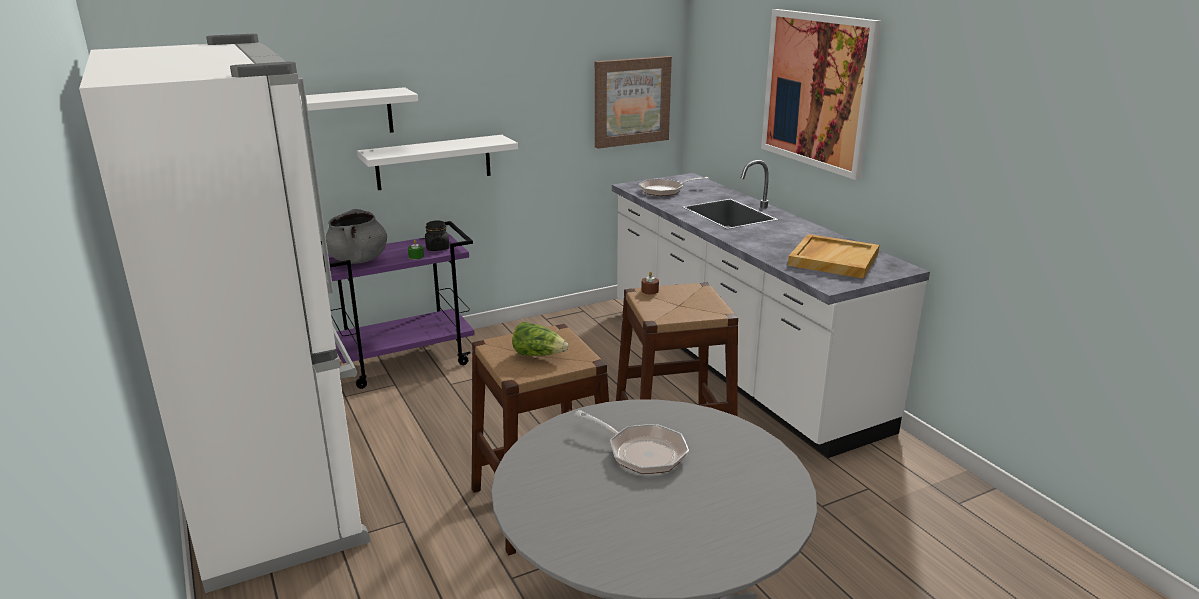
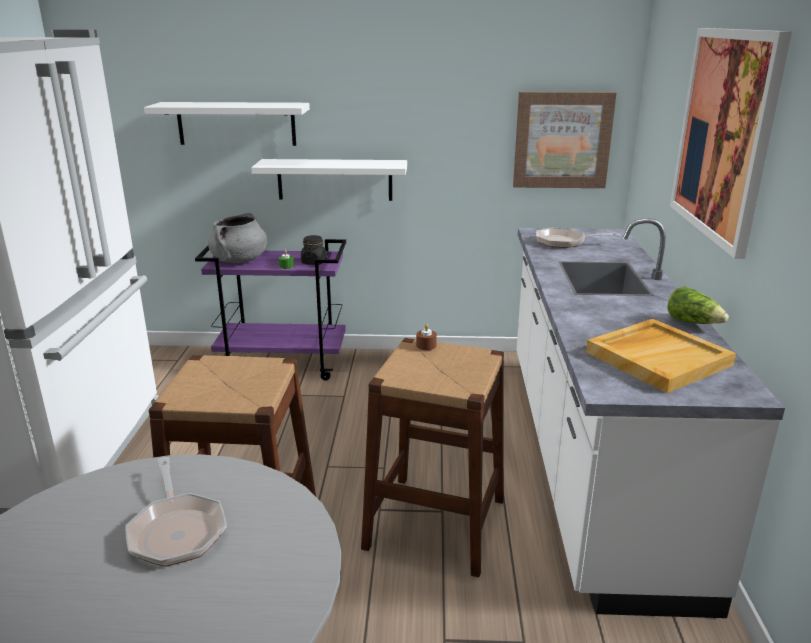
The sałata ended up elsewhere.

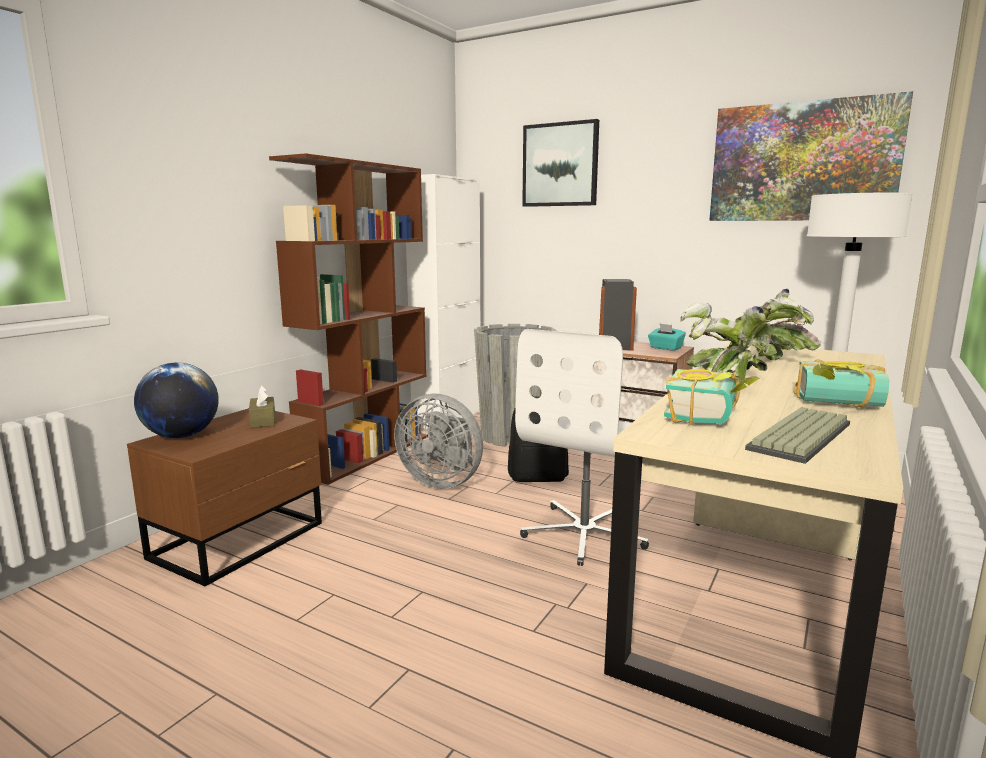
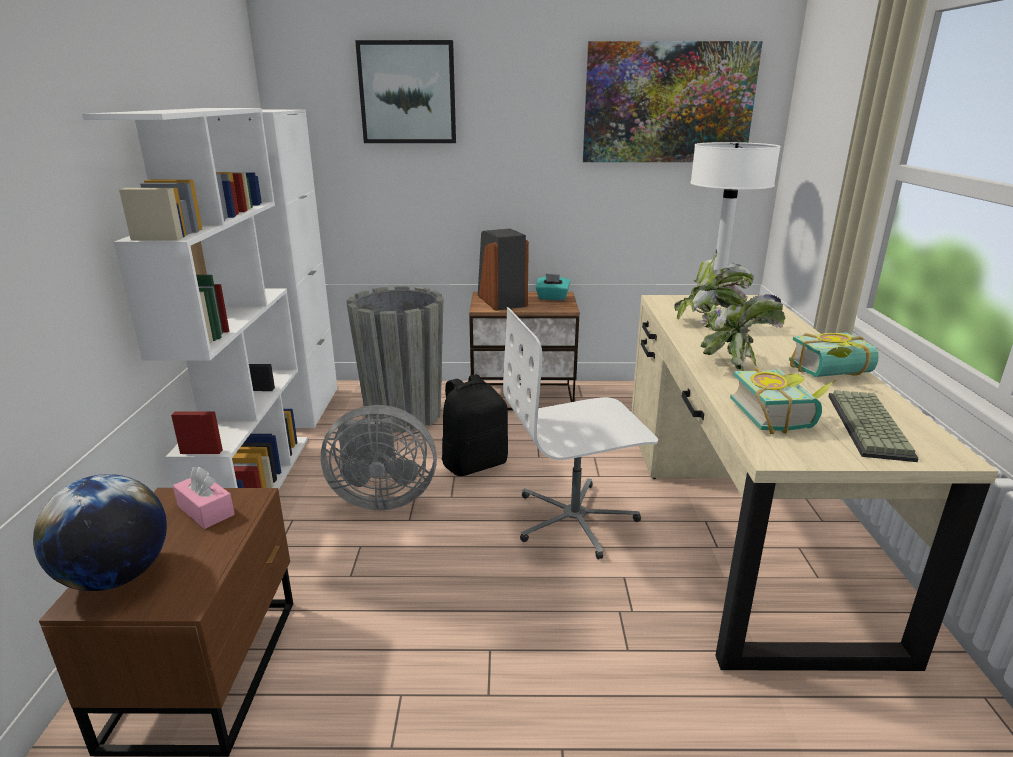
What was the regał [brązowy] turned into the regał [biały]. What was the pudełko chusteczek [brązowy] turned into the pudełko chusteczek [różowy]. The krzesło biurowe [biały] ended up facing another way, 75 degrees clockwise from before.

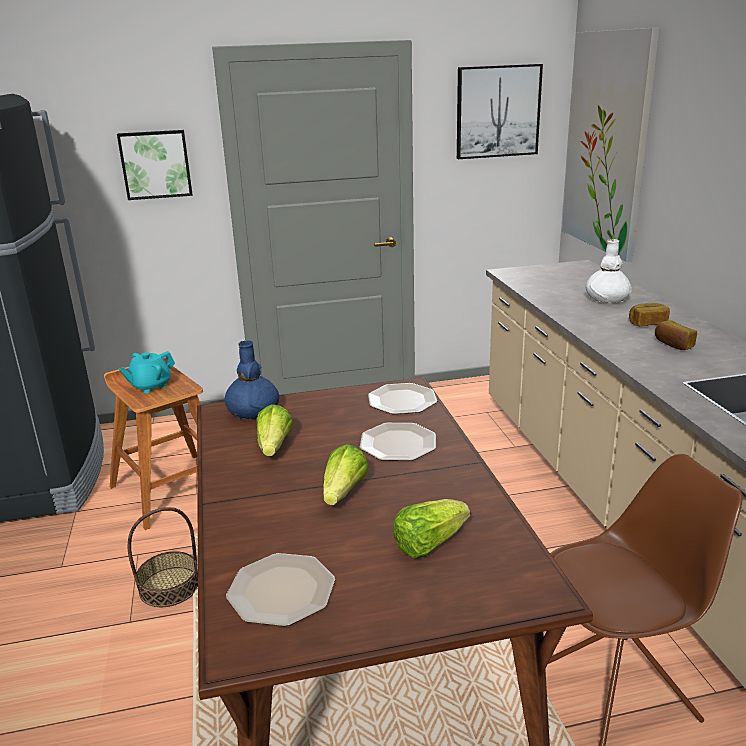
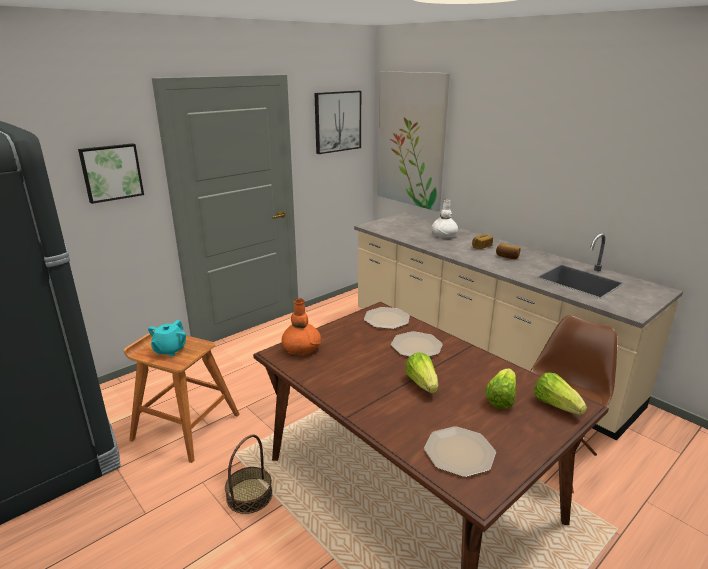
What was the wazon [niebieski] turned into the wazon [pomarańczowy]. The sałata (1st from left in the first image) ended up elsewhere.

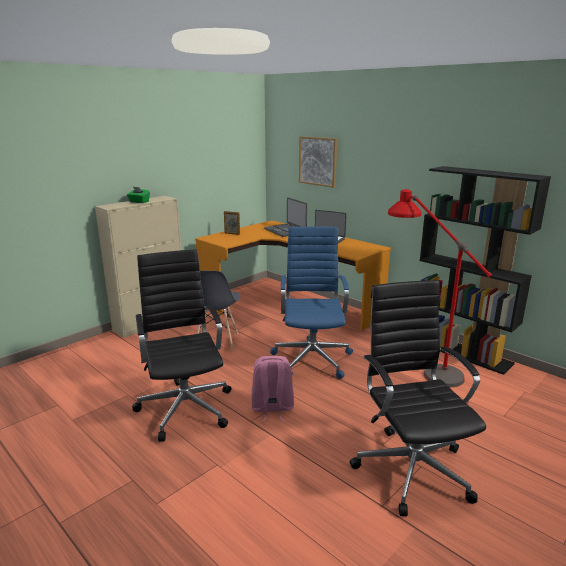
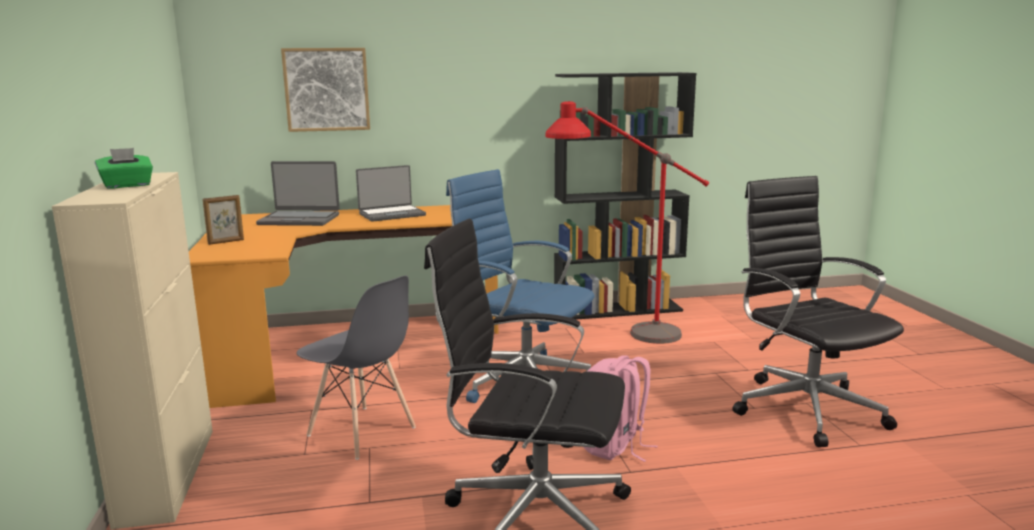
The krzesło biurowe [czarny] (2nd from left) ended up facing another way, 45 degrees clockwise from before.

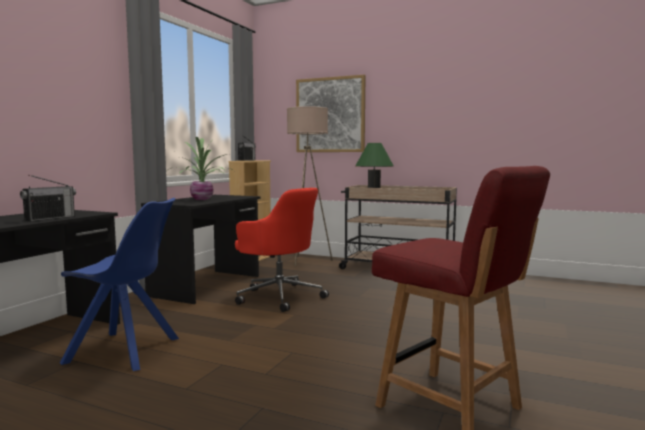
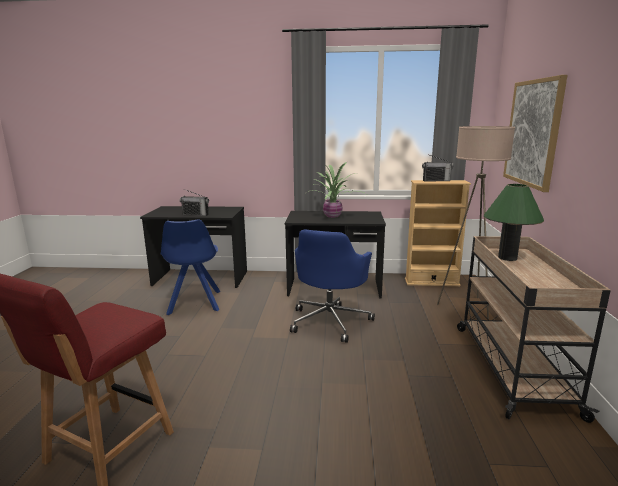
What was the krzesło biurowe [czerwony] turned into the krzesło biurowe [niebieski].

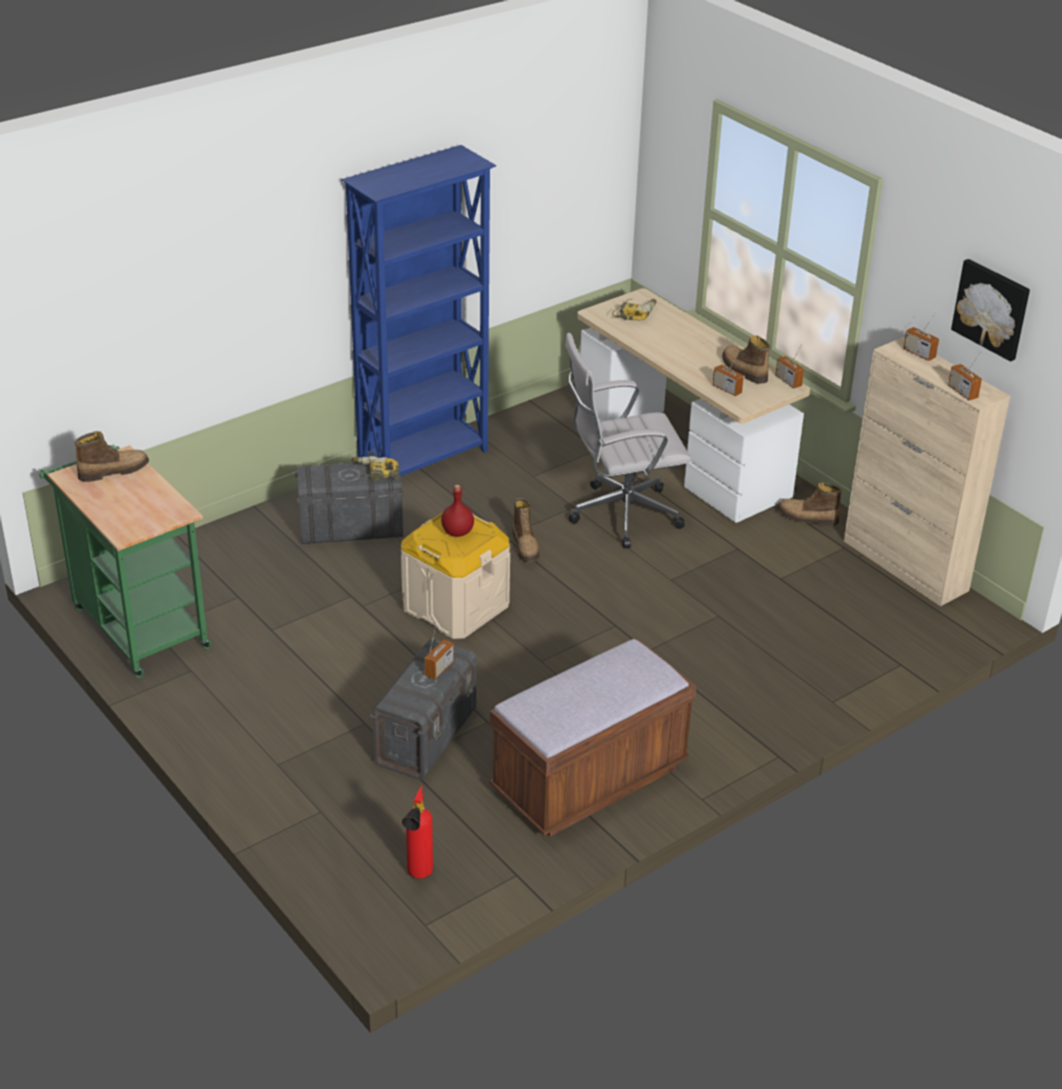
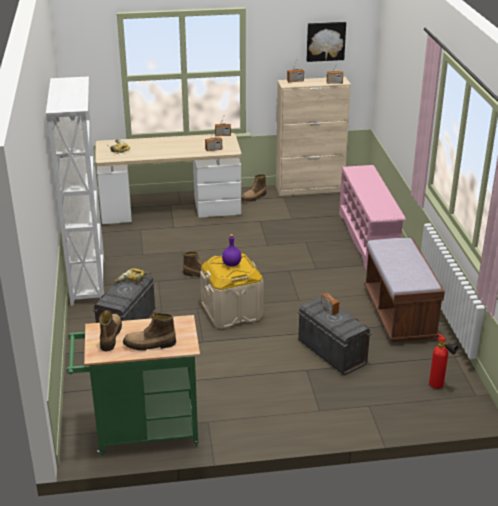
What was the regał [niebieski] turned into the regał [biały]. The but z cholewką (3rd from left in the first image) ended up elsewhere. What was the butelka [czerwony] turned into the butelka [fioletowy]. The second view gained the regał na buty [różowy]. The second view lost the krzesło biurowe [biały].

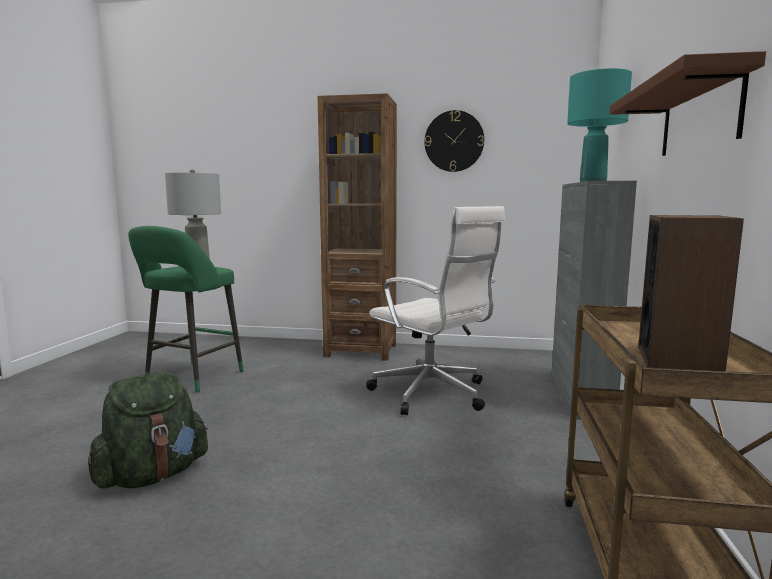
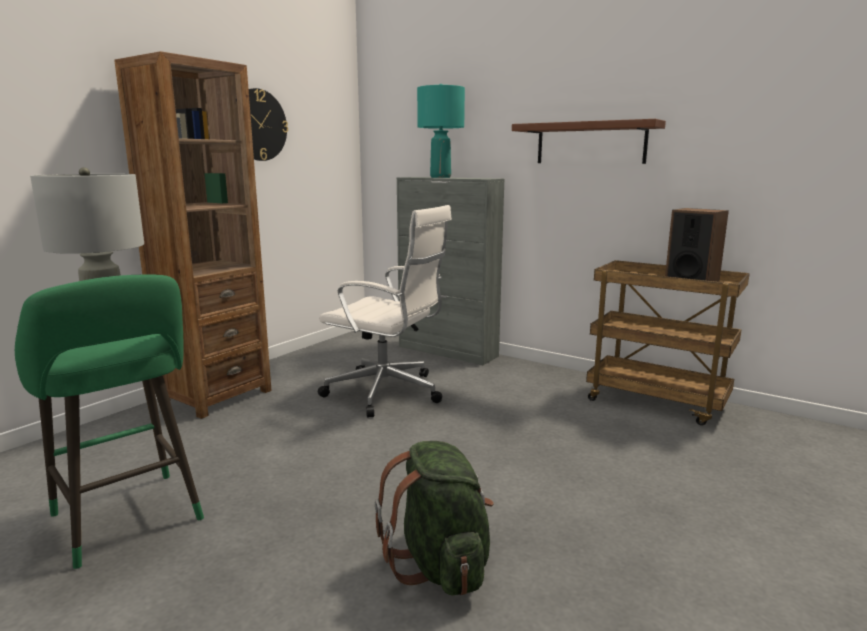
The krzesło biurowe [biały] ended up facing another way, 45 degrees clockwise from before.

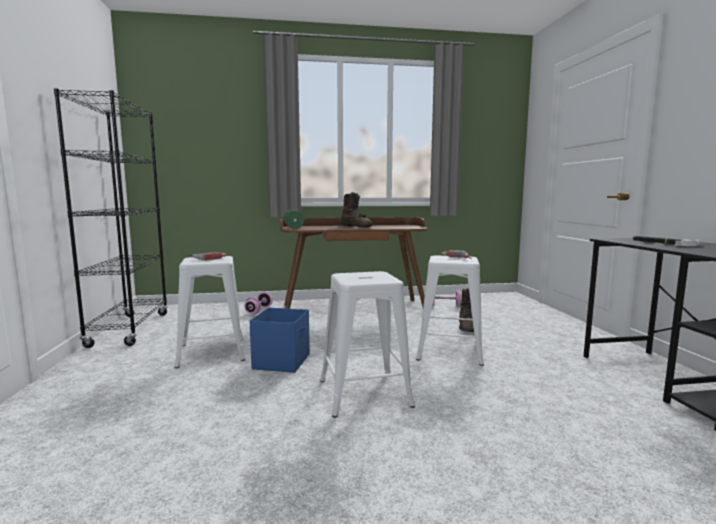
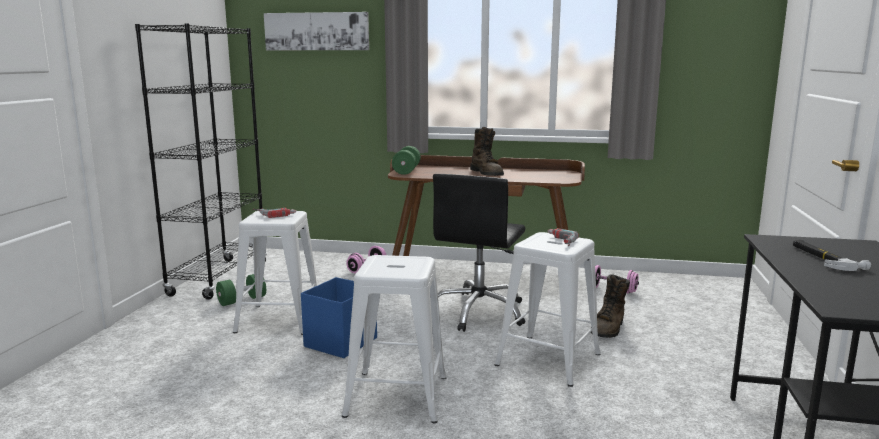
The second view gained the hantel [zielony] (1st from left). The second view gained the obraz. The second view gained the krzesło biurowe [czarny].

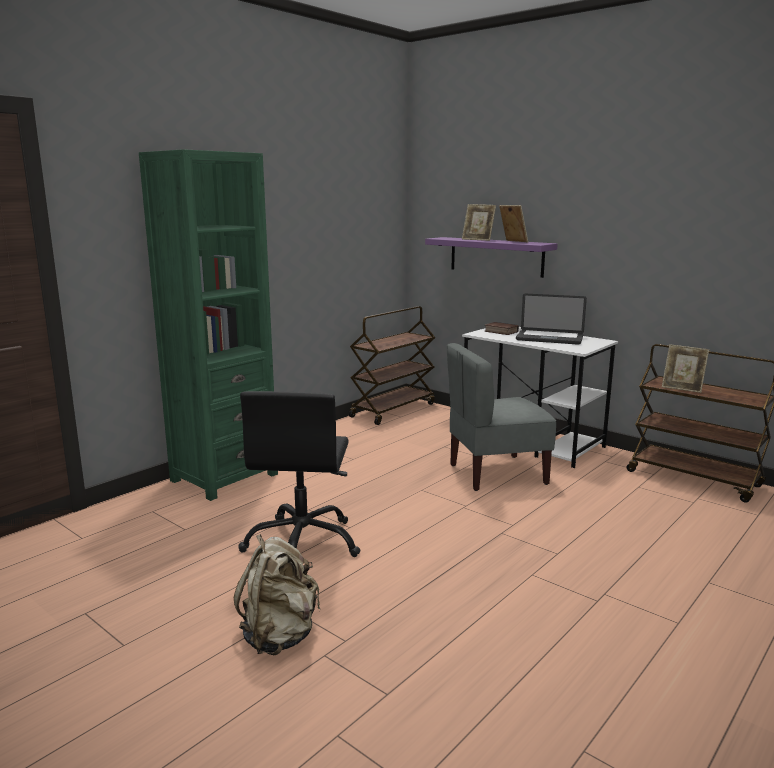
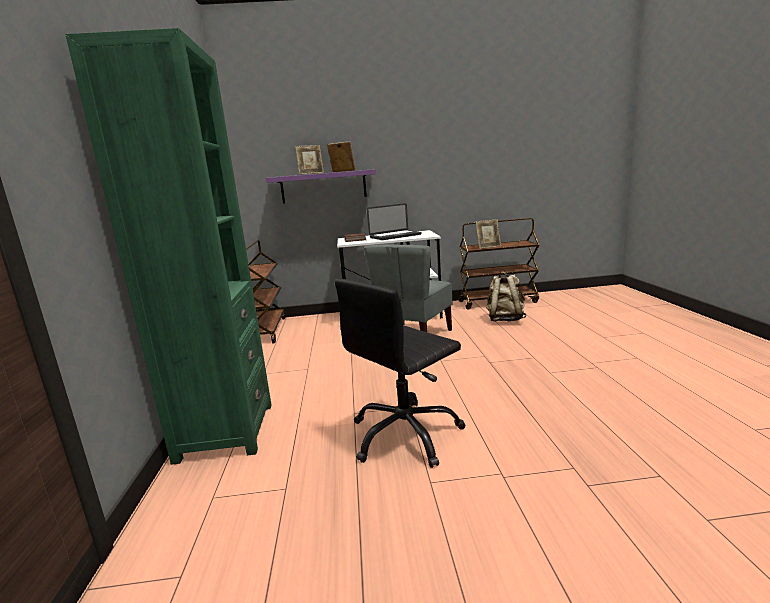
The krzesło biurowe [czarny] ended up facing another way, 90 degrees clockwise from before. The plecak [beżowy] ended up elsewhere.

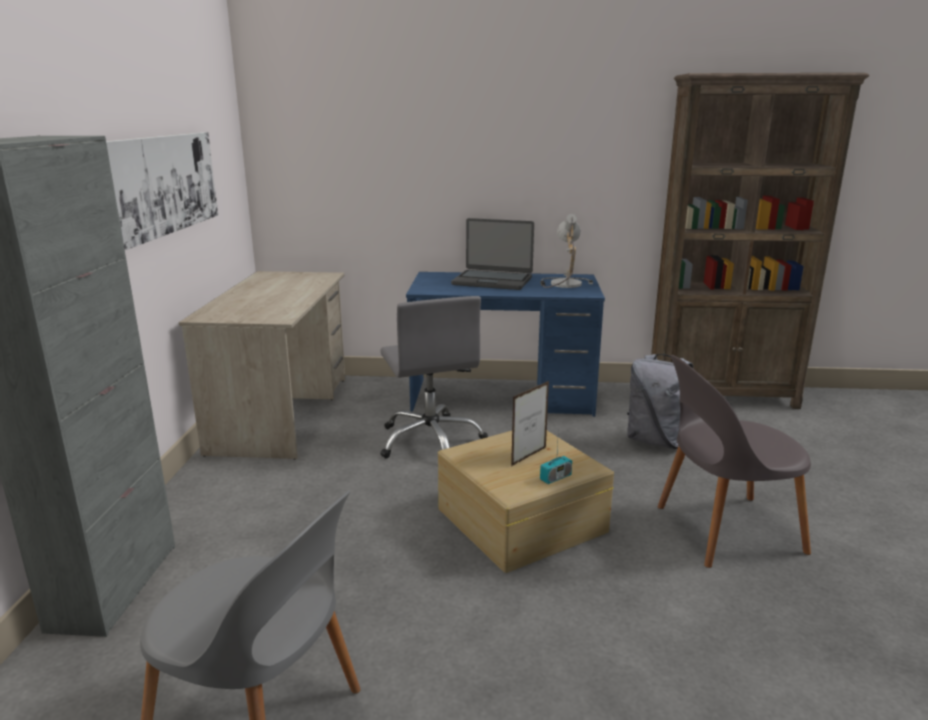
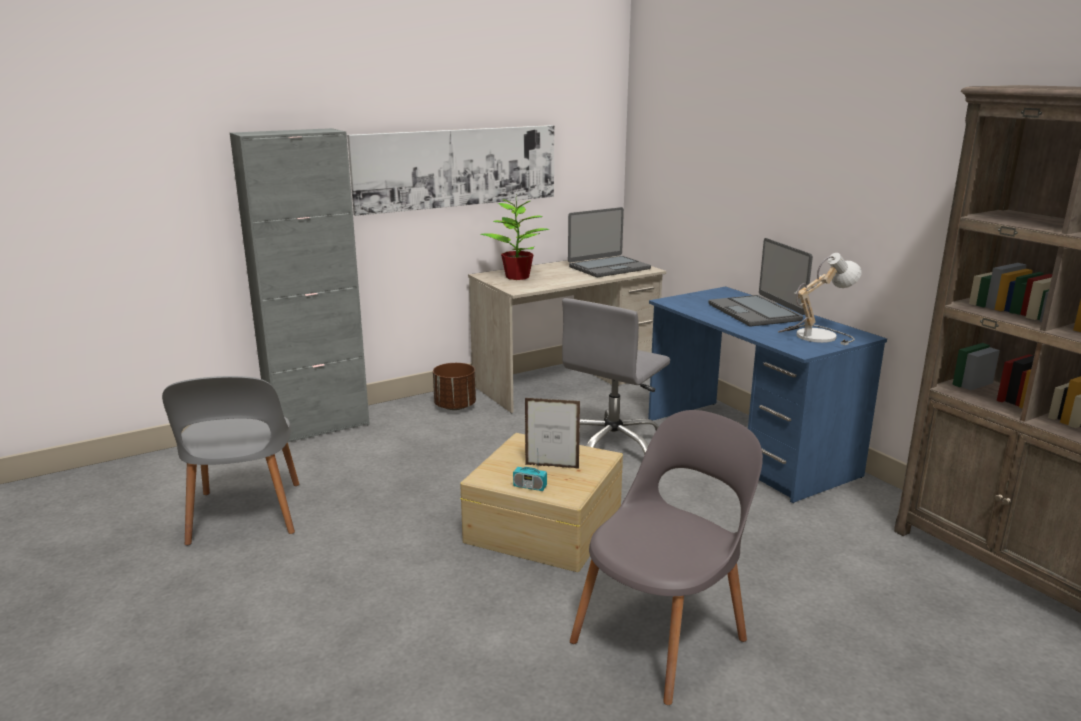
The second view gained the donica [brązowy]. The second view gained the roślina doniczkowa. The second view gained the laptop (1st from left). The krzesło [szary] (2nd from left) ended up facing another way, 90 degrees clockwise from before. The second view lost the plecak [szary].

